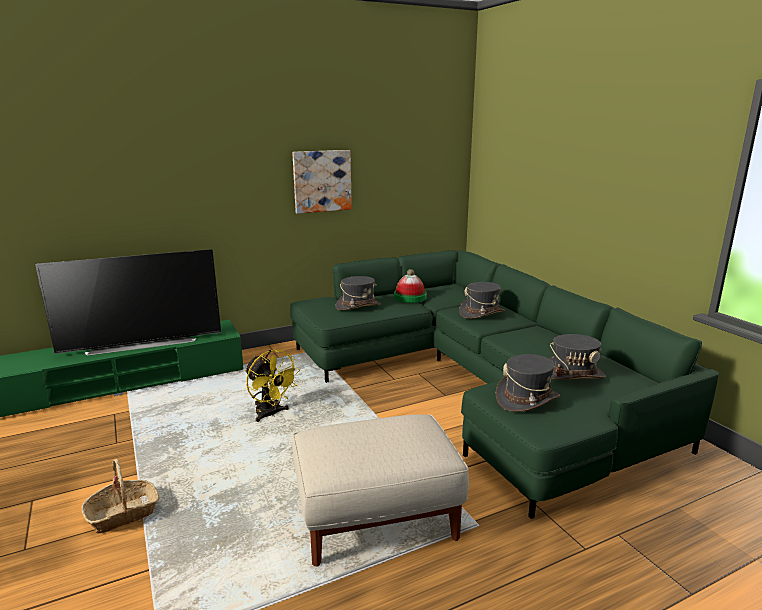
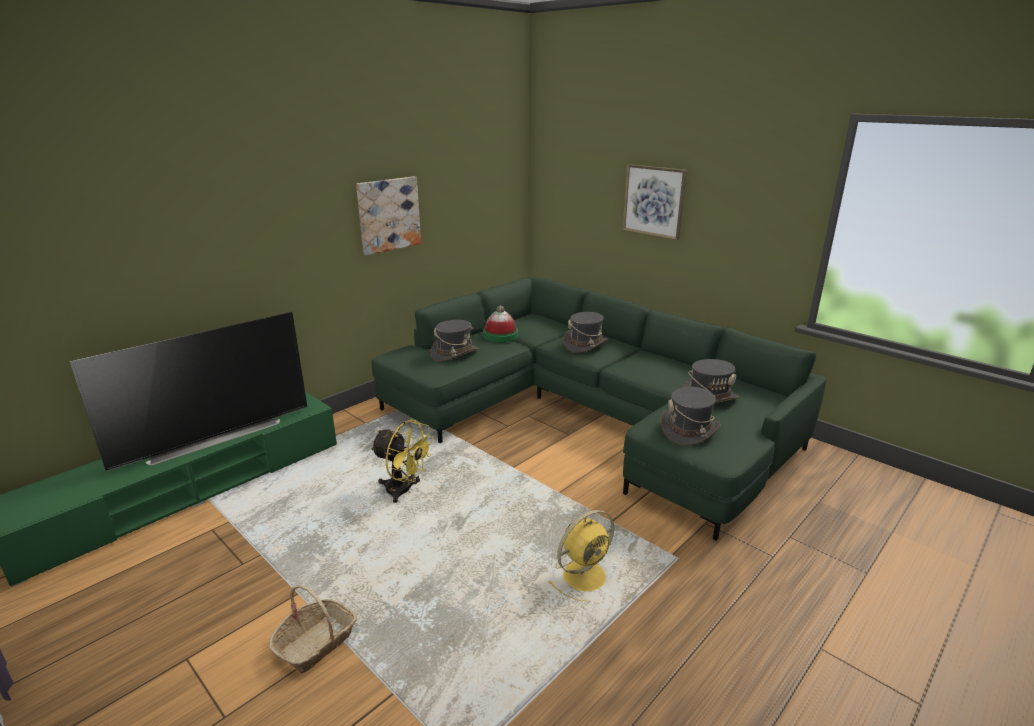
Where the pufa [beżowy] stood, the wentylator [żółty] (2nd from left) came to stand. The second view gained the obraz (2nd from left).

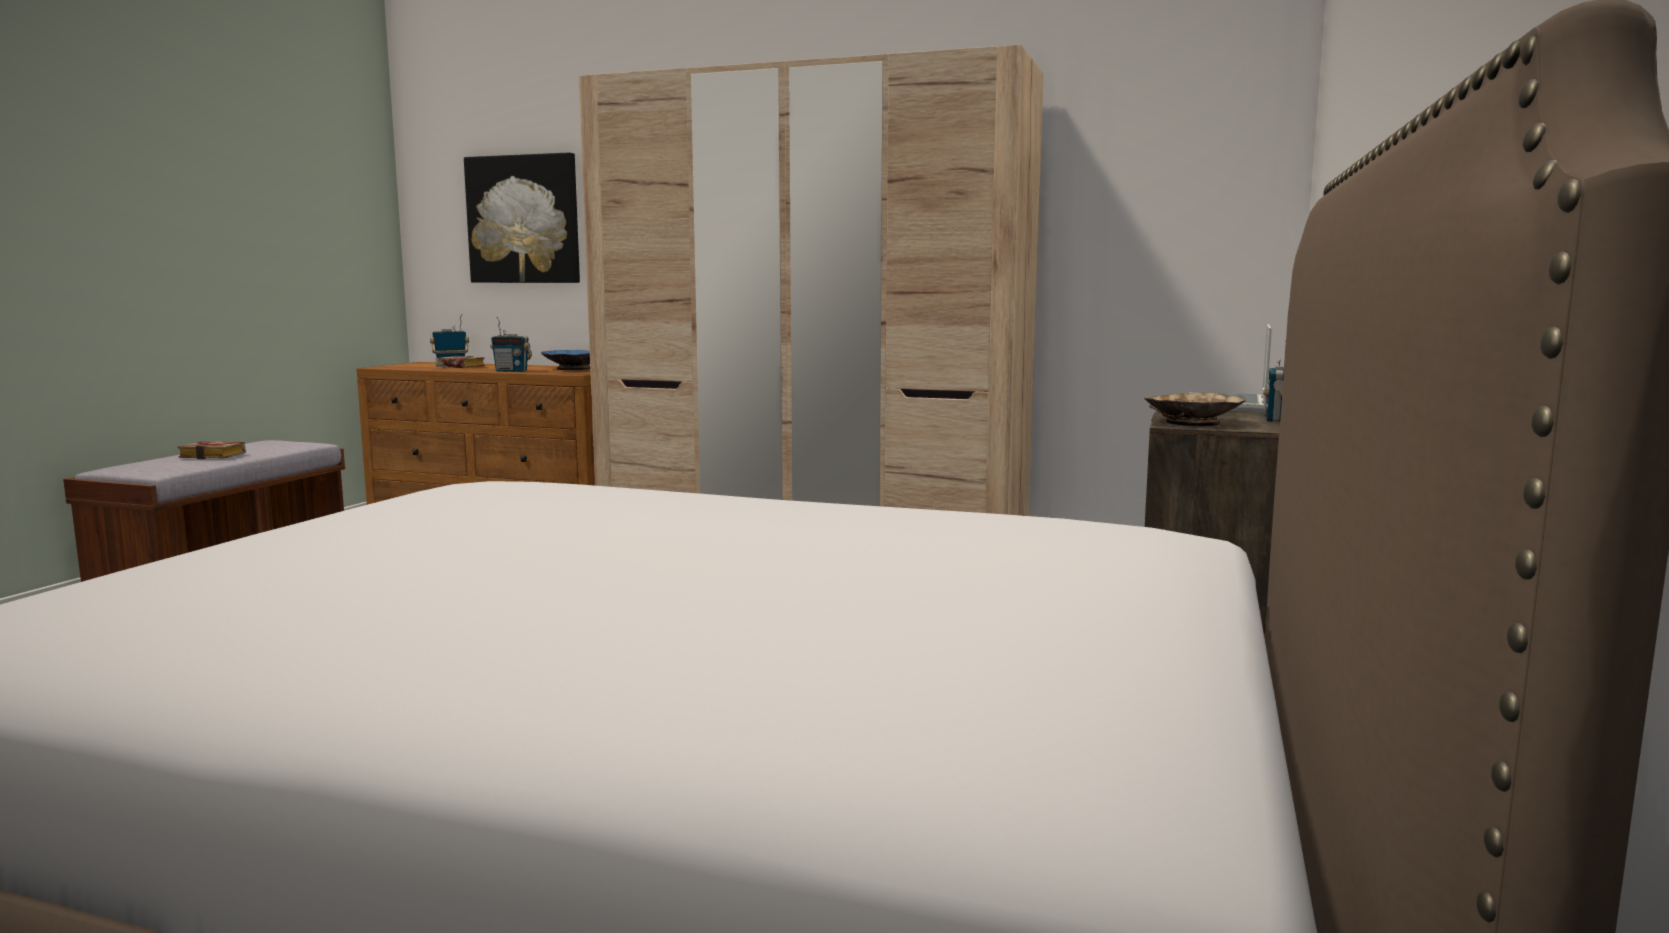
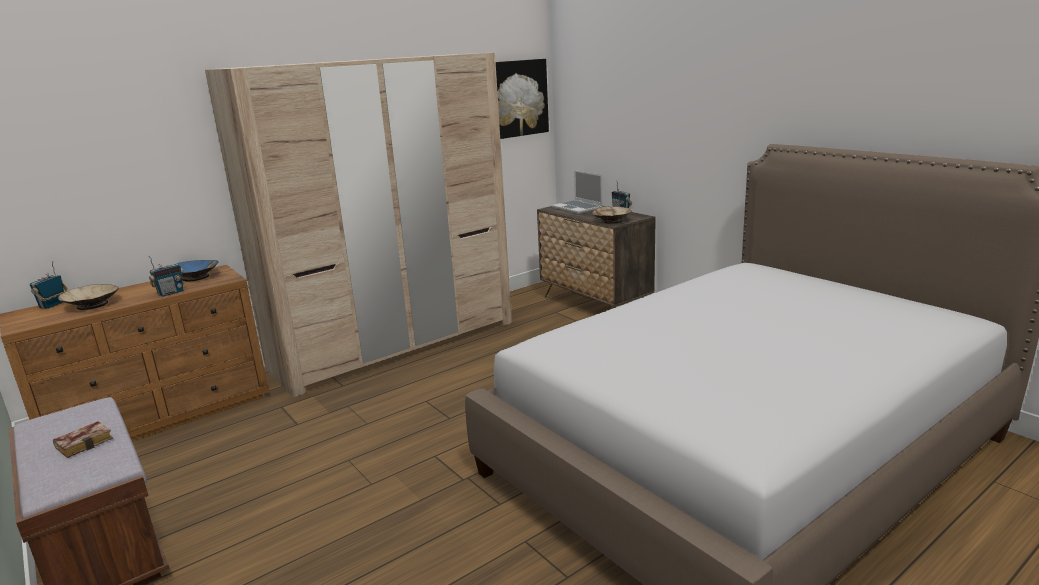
Where the książka (2nd from left) stood, the miska [beżowy] (1st from left) came to stand. The obraz ended up elsewhere.

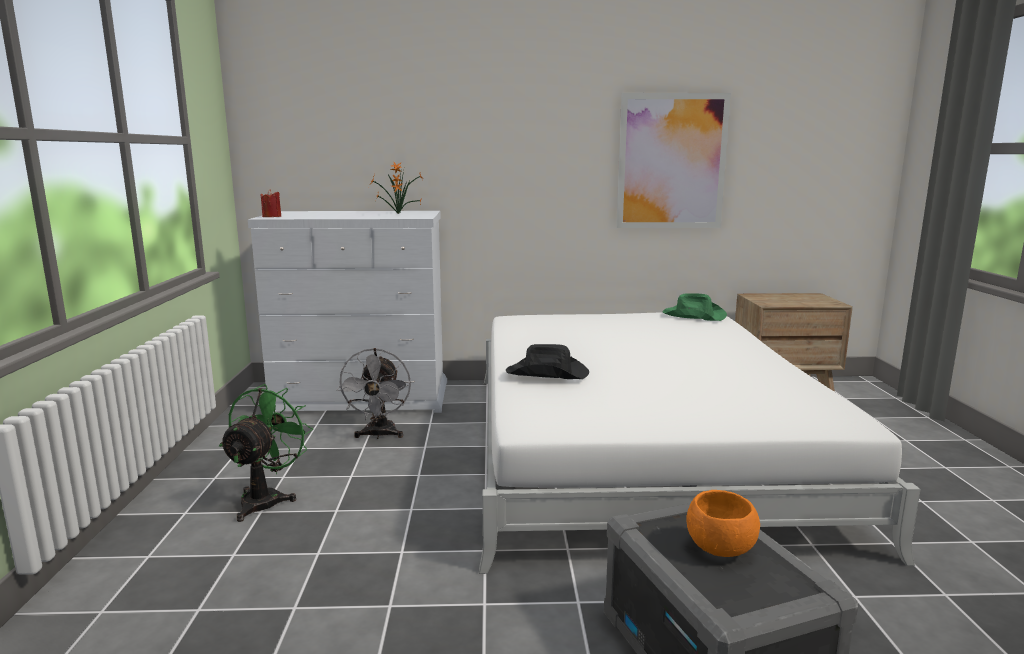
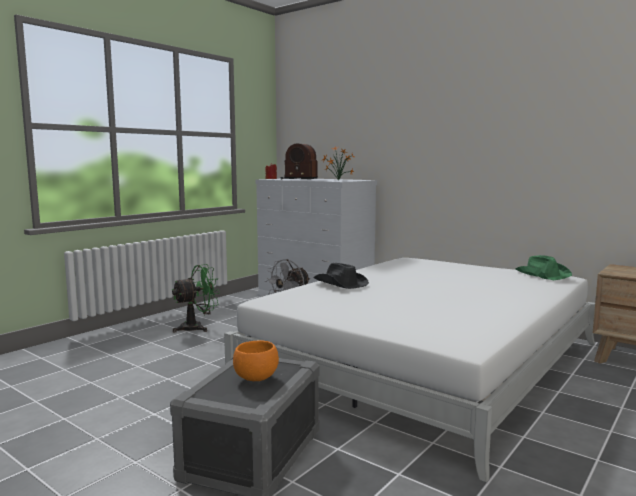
The second view gained the radio. The second view lost the obraz.

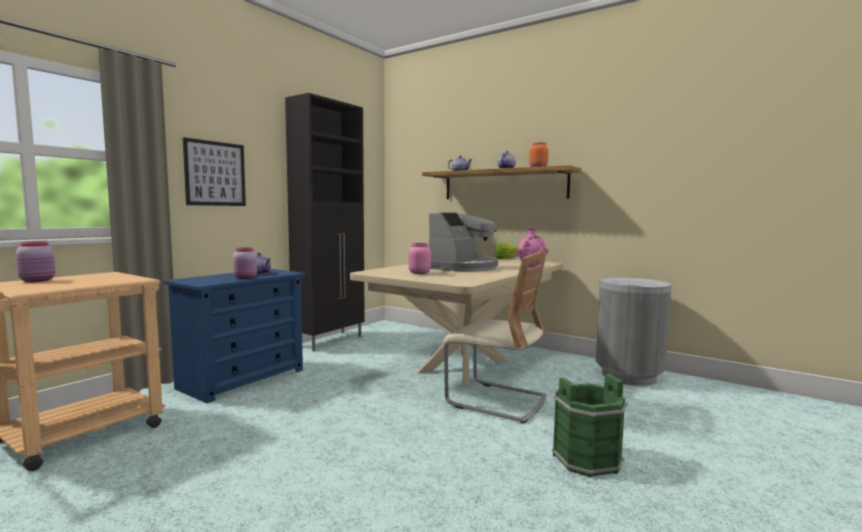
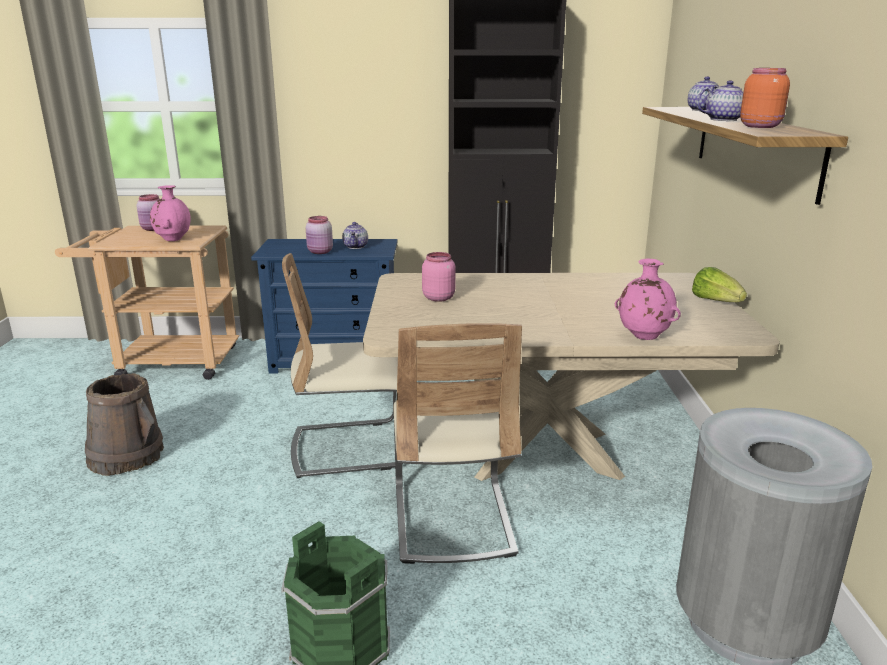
The second view gained the wiadro [brązowy]. The second view gained the wazon [różowy] (1st from left). The second view gained the krzesło [beżowy] (1st from left). The second view lost the obraz. The second view lost the ekspres do kawy.

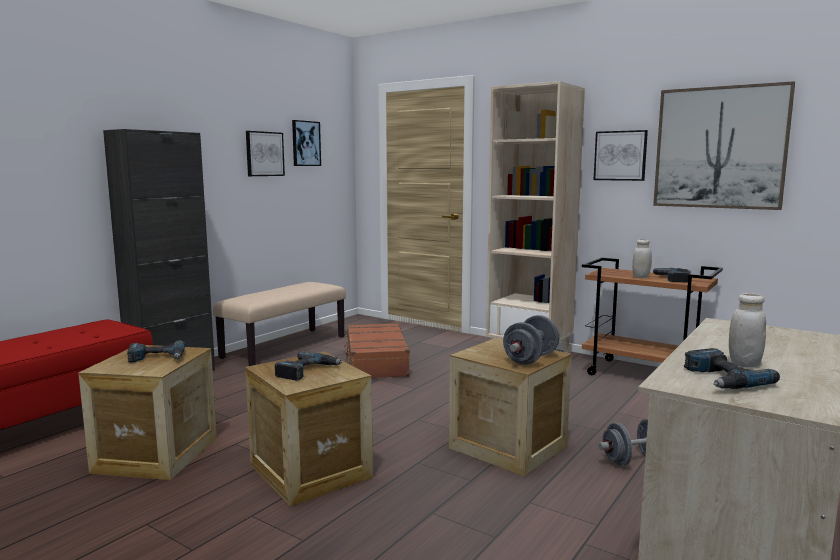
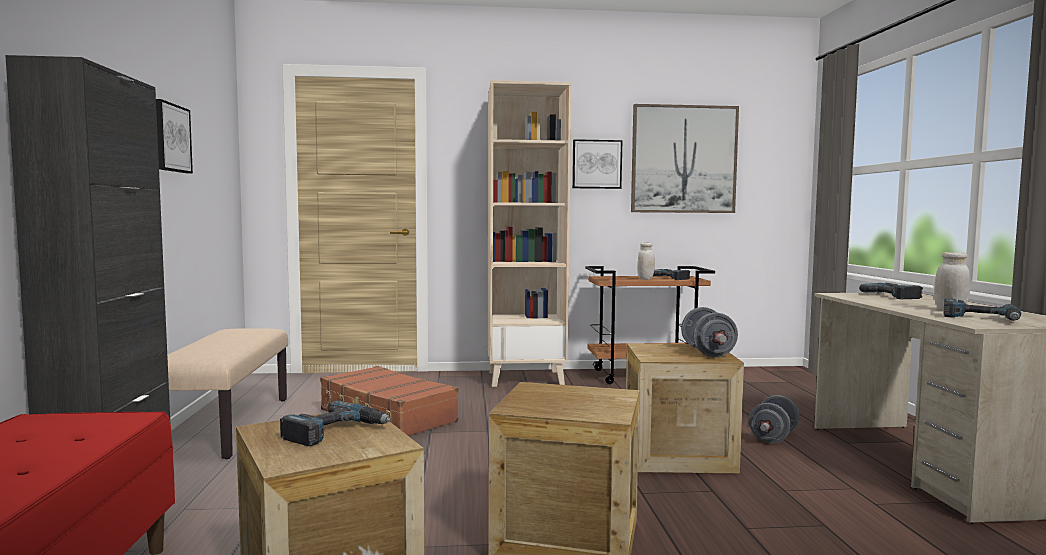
The wiertarka (2nd from left in the first image) ended up elsewhere. The second view lost the obraz (2nd from left).

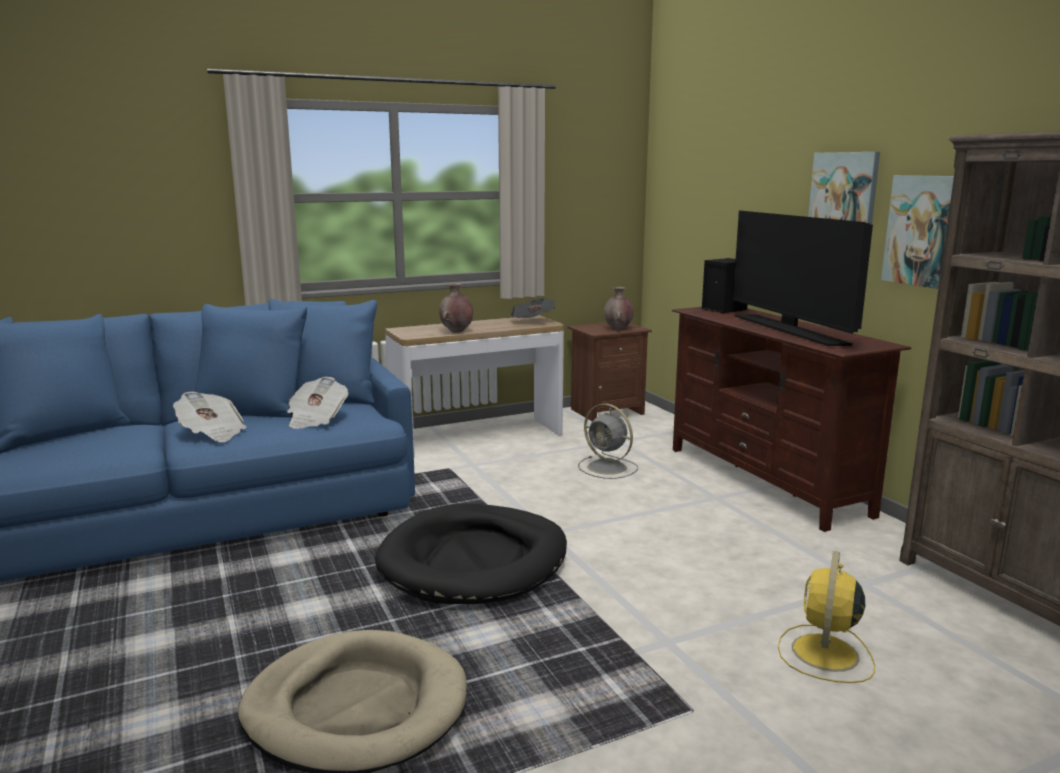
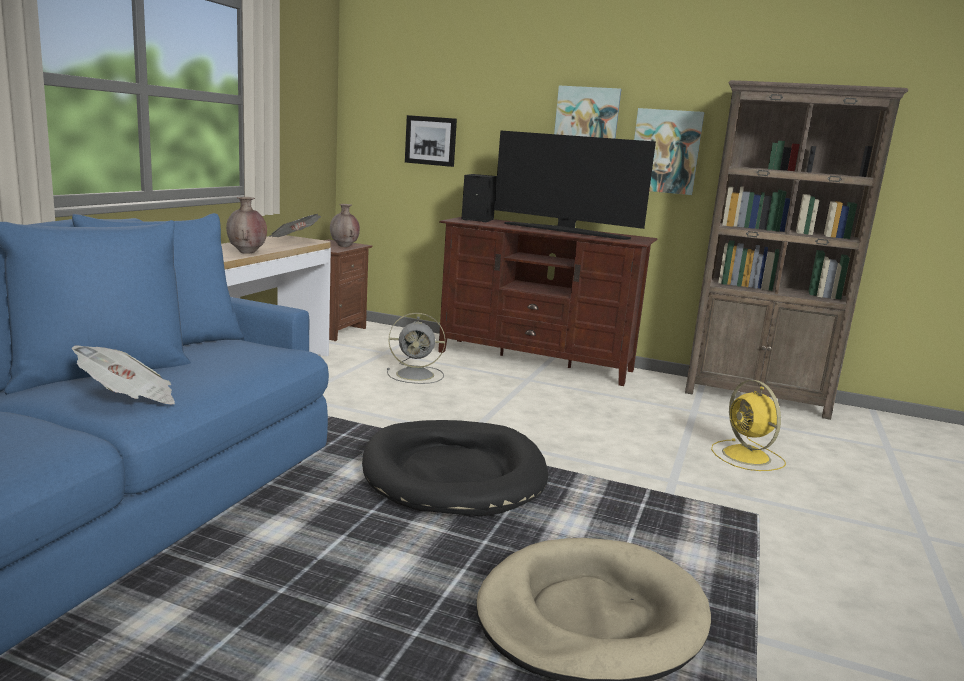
The second view gained the obraz (1st from left). The second view lost the gazeta (2nd from left).

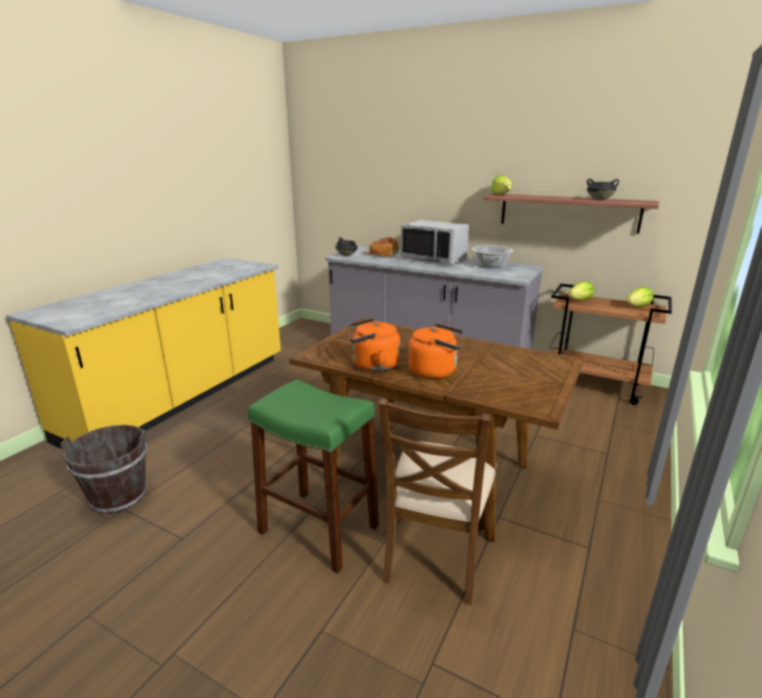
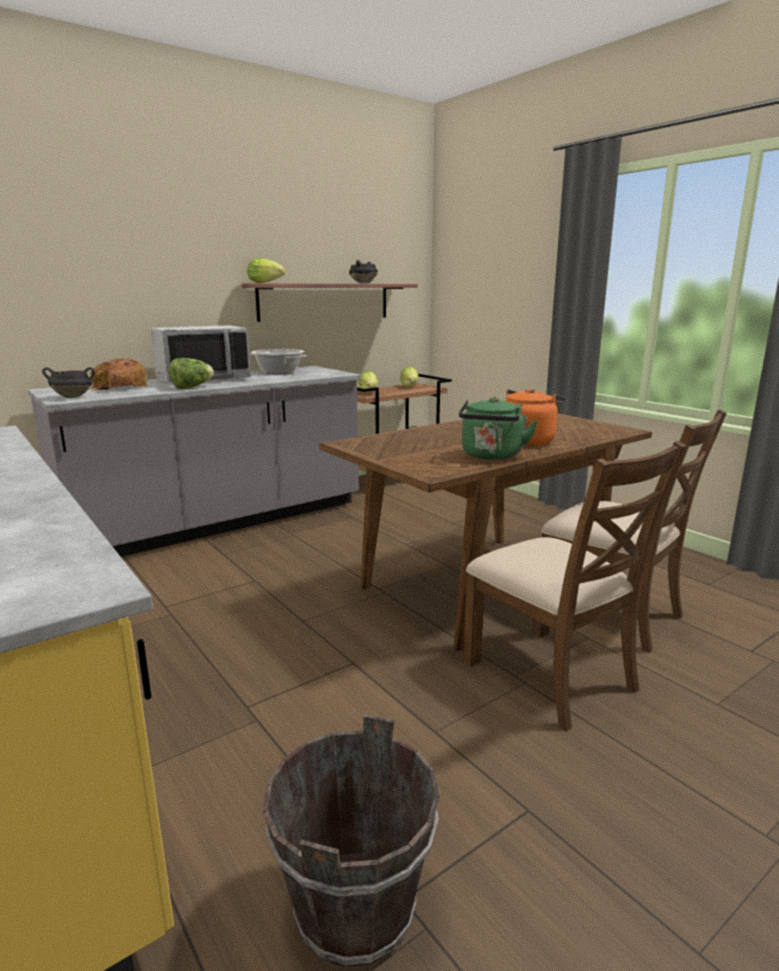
The second view gained the sałata (1st from left). What was the czajnik [pomarańczowy] (1st from left) turned into the czajnik [zielony]. Where the stołek [zielony] stood, the krzesło [brązowy] (1st from left) came to stand.

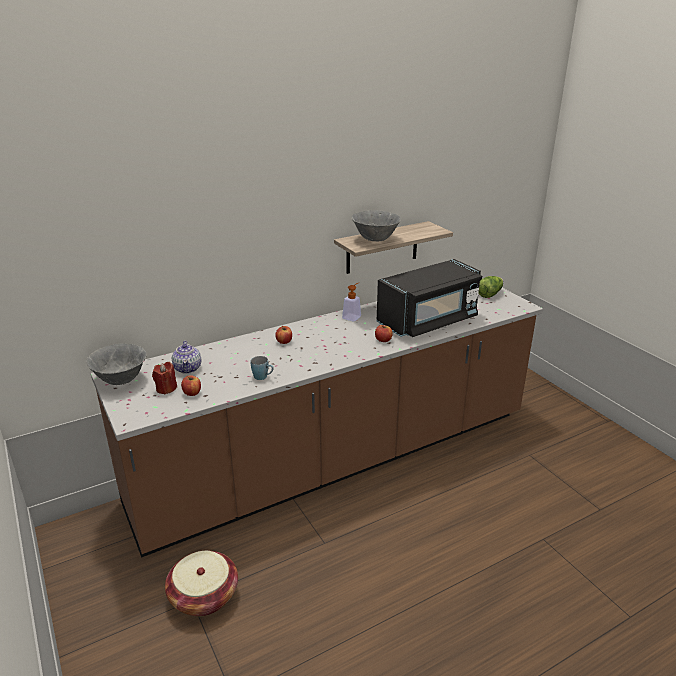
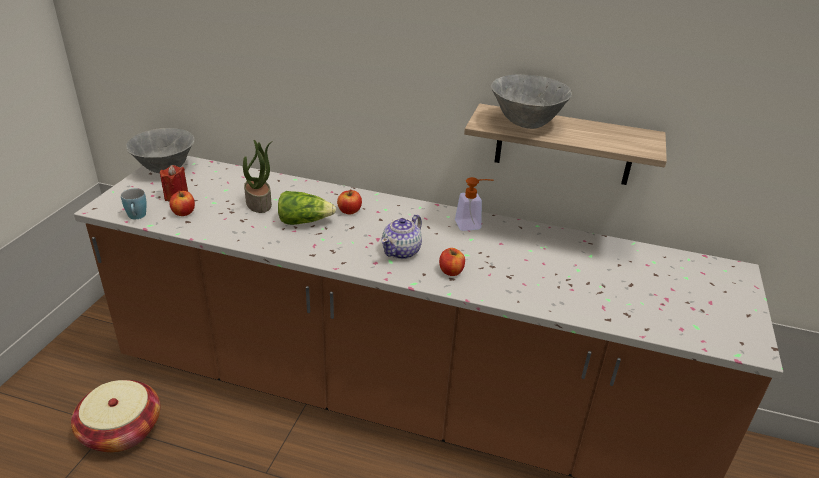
The kubek [niebieski] ended up elsewhere. The second view gained the roślina doniczkowa. The sałata ended up elsewhere. The imbryk ended up elsewhere. The second view lost the mikrofalówka [czarny].

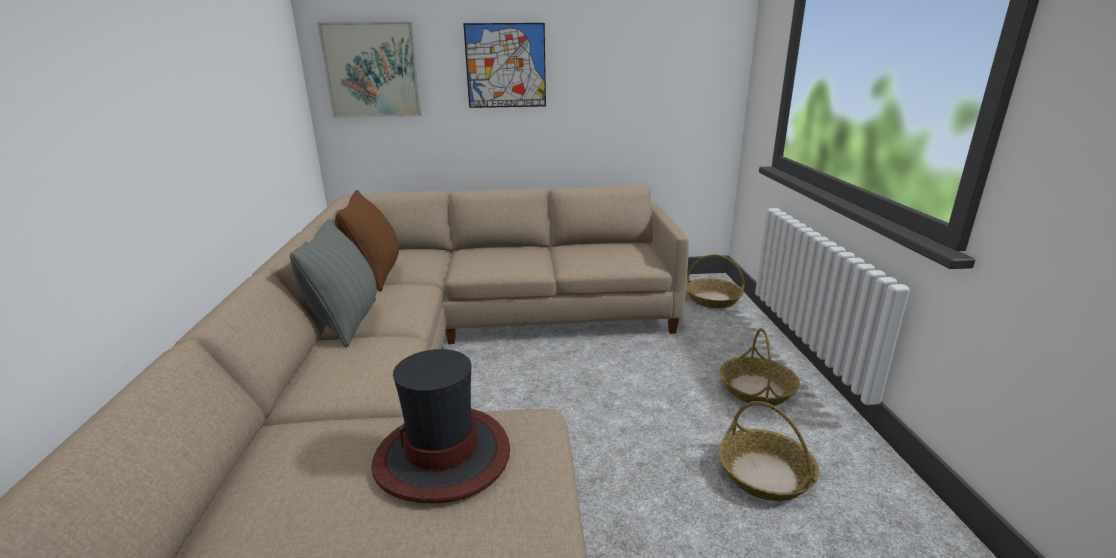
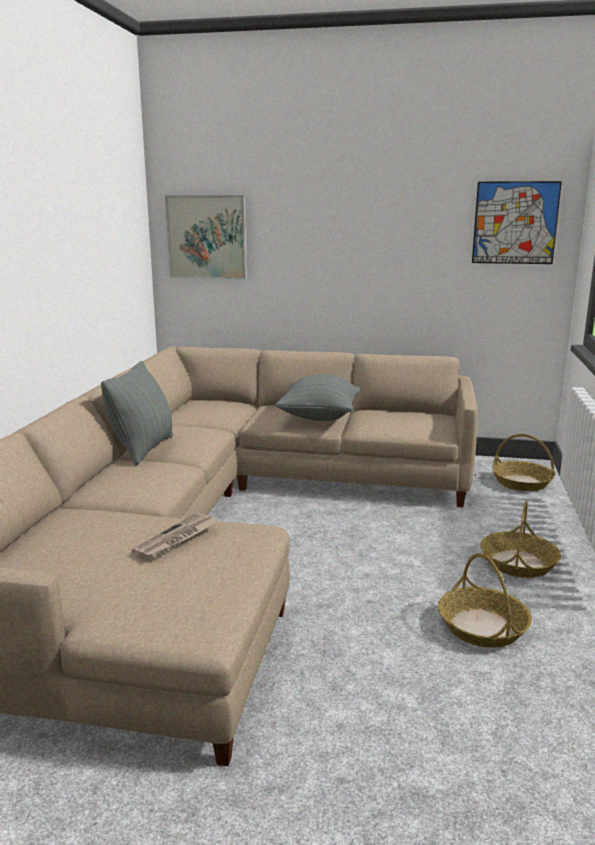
Where the kapelusz stood, the gazeta came to stand. The second view gained the poduszka [szary] (2nd from left). The obraz (2nd from left) ended up elsewhere. The second view lost the poduszka [brązowy].

